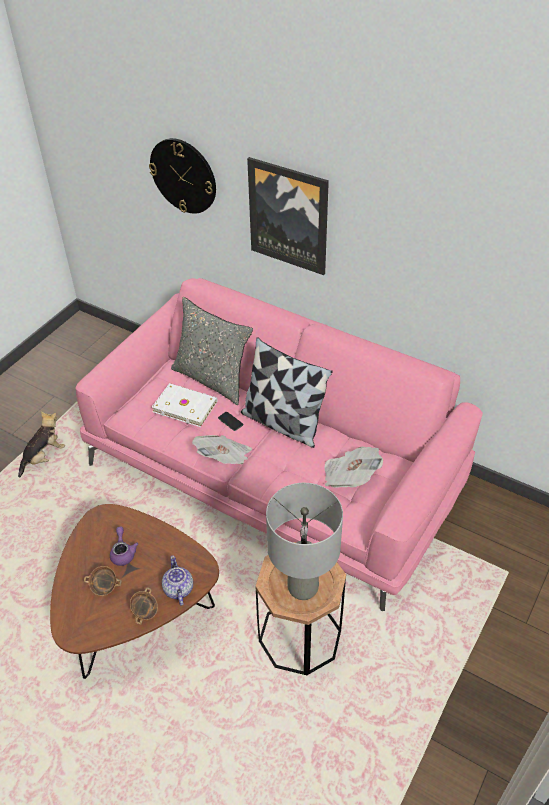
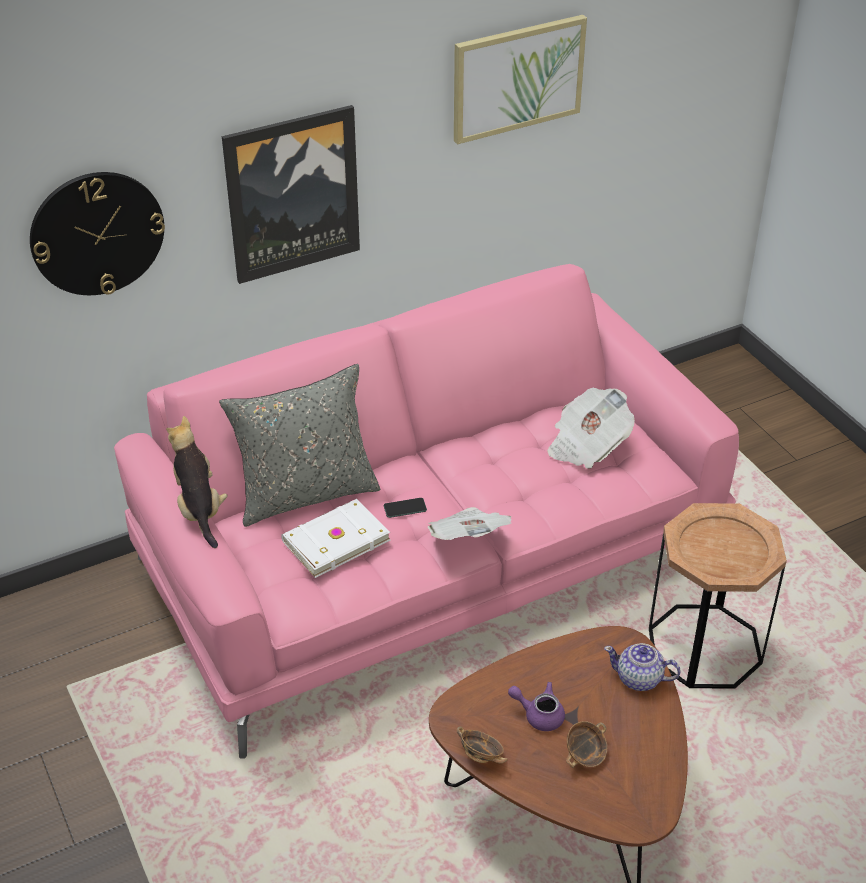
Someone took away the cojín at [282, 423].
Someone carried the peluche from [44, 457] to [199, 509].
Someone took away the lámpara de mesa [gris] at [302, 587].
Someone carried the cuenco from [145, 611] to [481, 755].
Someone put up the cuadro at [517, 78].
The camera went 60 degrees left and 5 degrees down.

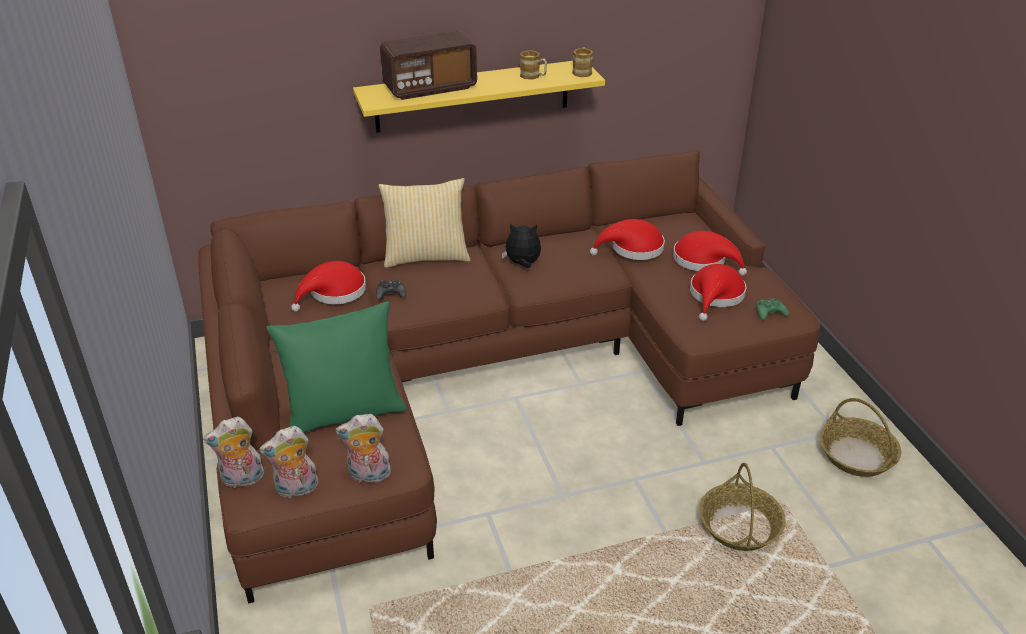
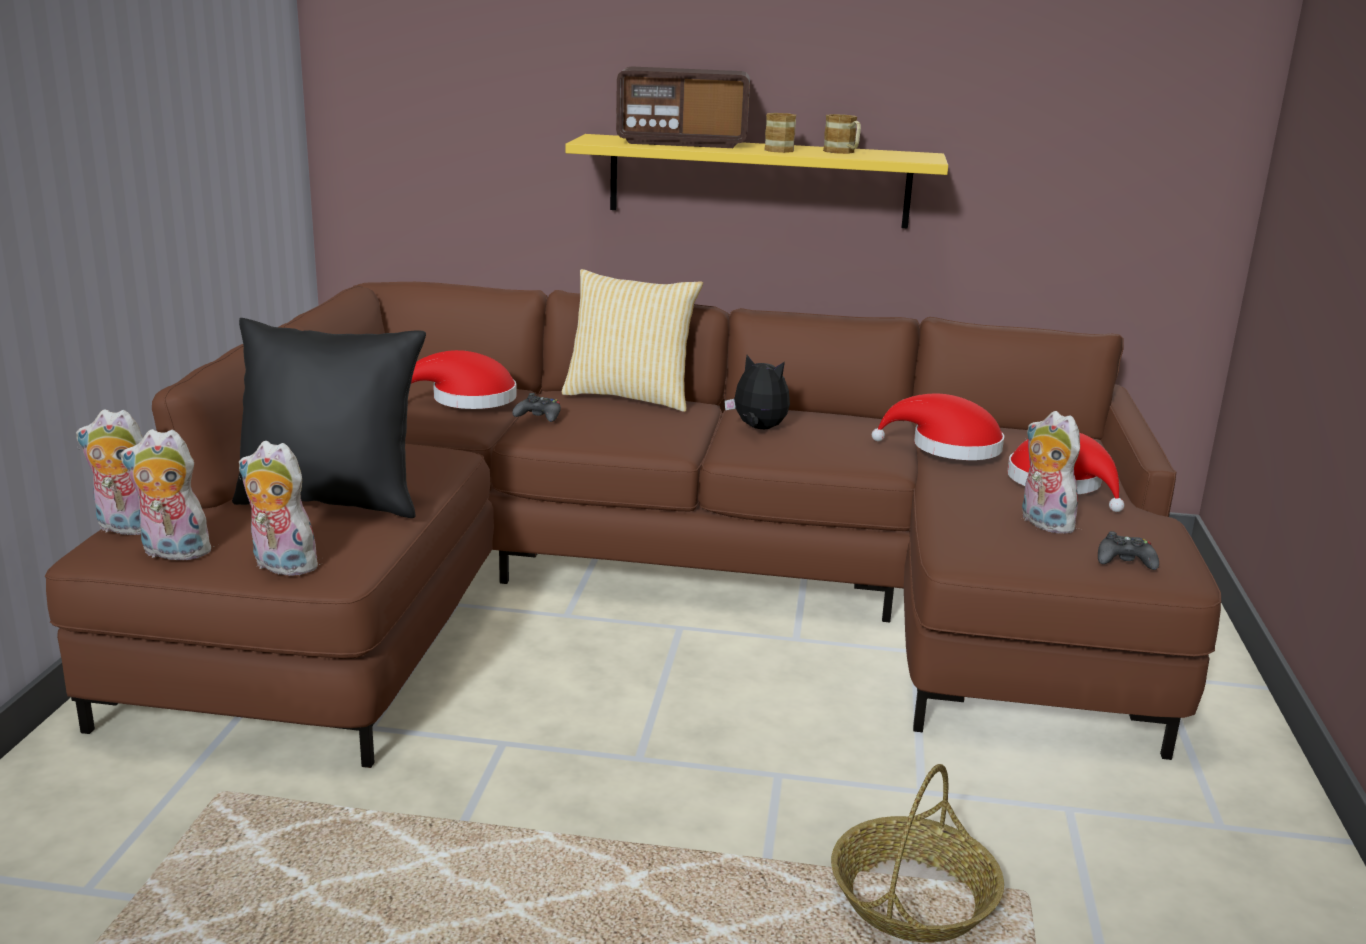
Someone carried the taza grande from [582, 71] to [782, 149].
Someone swapped the sombrero [rojo] at [715, 296] for the peluche at [1042, 523].
Someone repainted the mando de consola [verde] at [770, 313], which became the mando de consola [negro] at [1125, 561].
Someone repainted the cojín [verde] at [345, 413], which became the cojín [negro] at [332, 501].
Someone took away the cesta at [857, 456].
The camera went 25 degrees right and 15 degrees down.

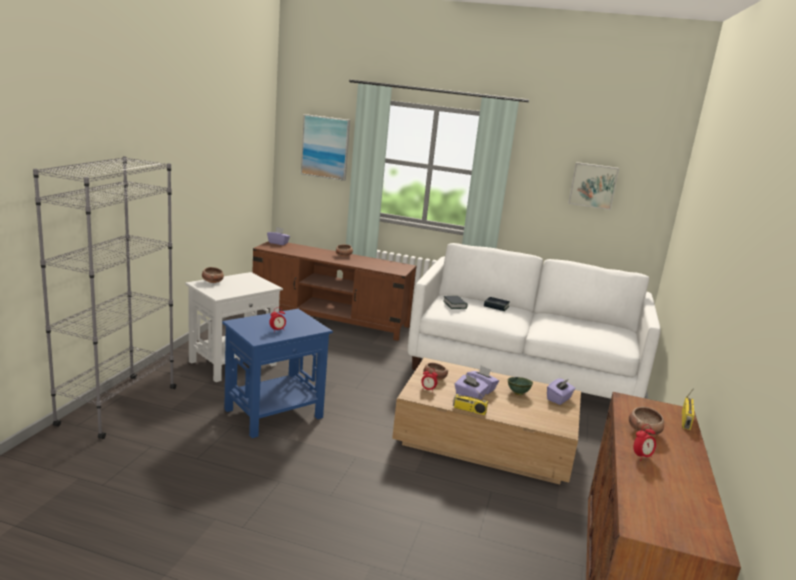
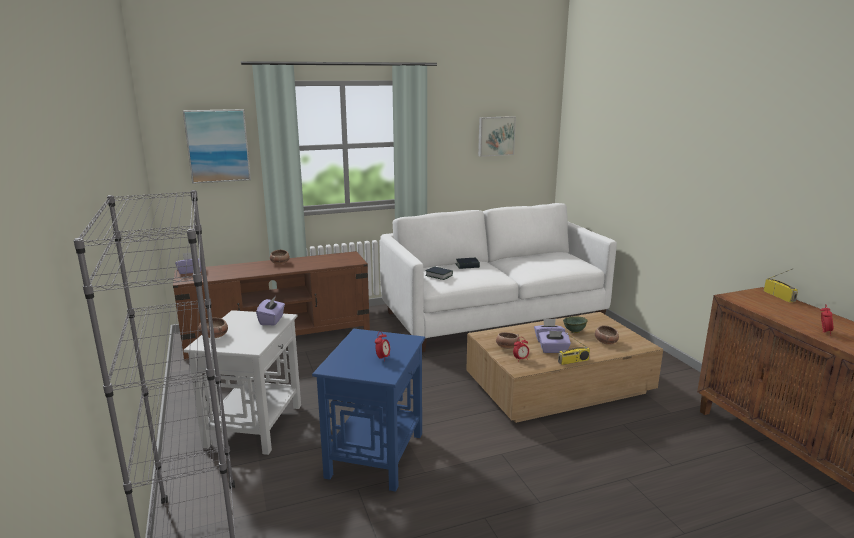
Someone carried the caja de pañuelos [morado] from [559, 399] to [272, 320].
Someone carried the cuenco from [644, 431] to [605, 342].
The camera went 35 degrees left and 0 degrees up.

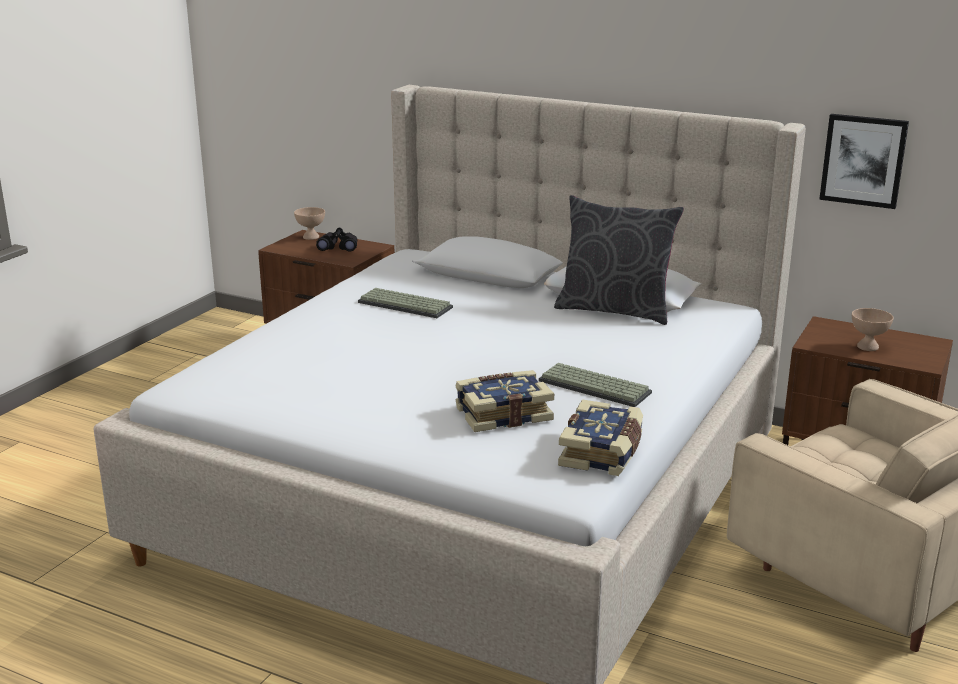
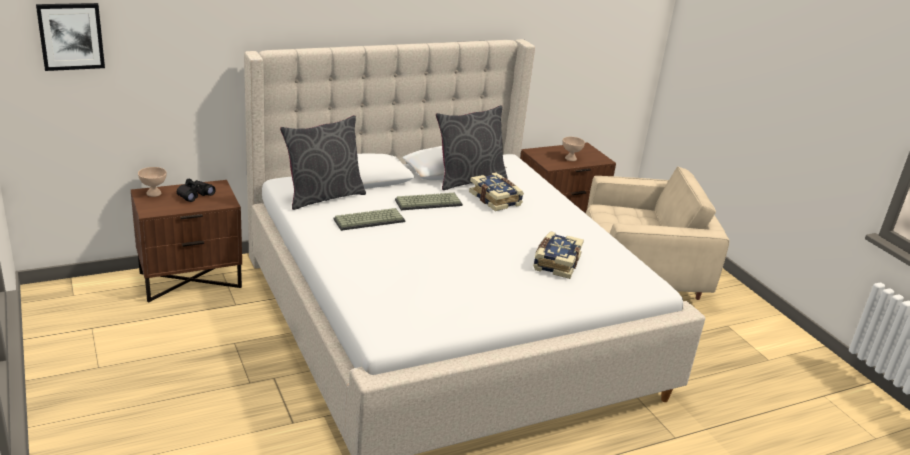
Someone carried the cuadro from [863, 160] to [71, 36].
Someone carried the teclado from [596, 386] to [429, 202].
Someone carried the libro from [603, 453] to [496, 199].
Someone put down the cojín [gris] at [323, 196].
The camera went 55 degrees left and 5 degrees up.

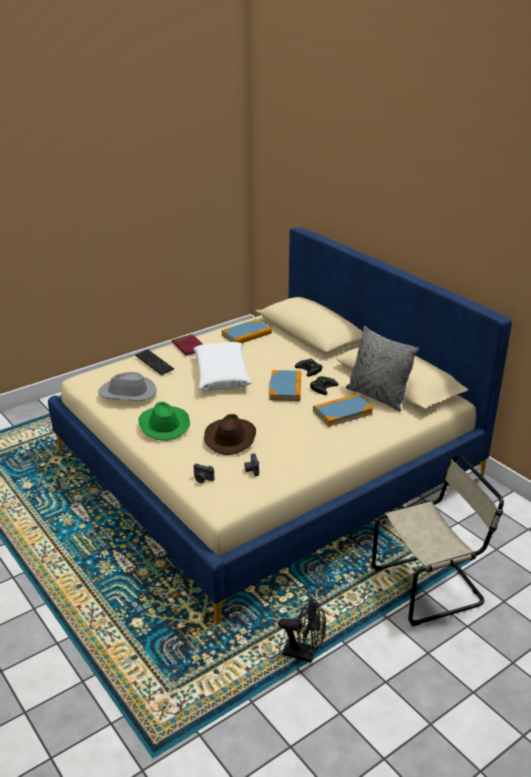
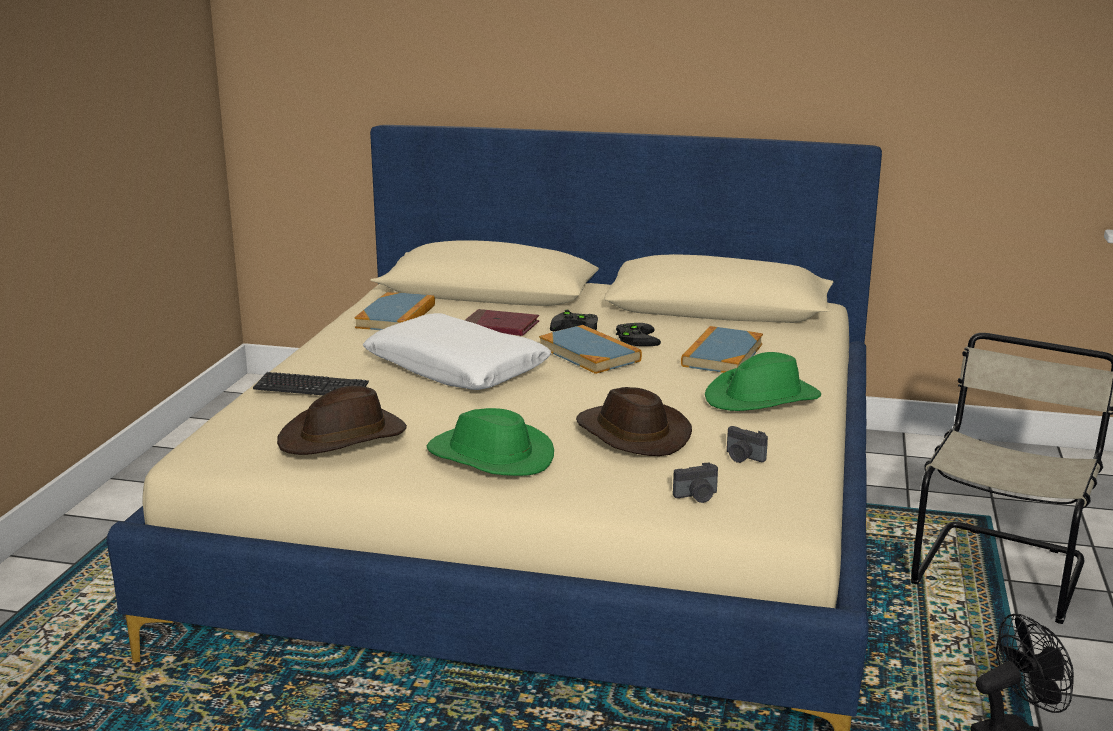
Someone took away the cojín [gris] at [377, 397].
Someone carried the libro [rojo] from [189, 347] to [500, 327].
Someone repainted the sombrero [gris] at [127, 393], which became the sombrero [marrón] at [343, 437].
Someone put down the sombrero [verde] at [762, 398].
The camera went 40 degrees left and 10 degrees down.

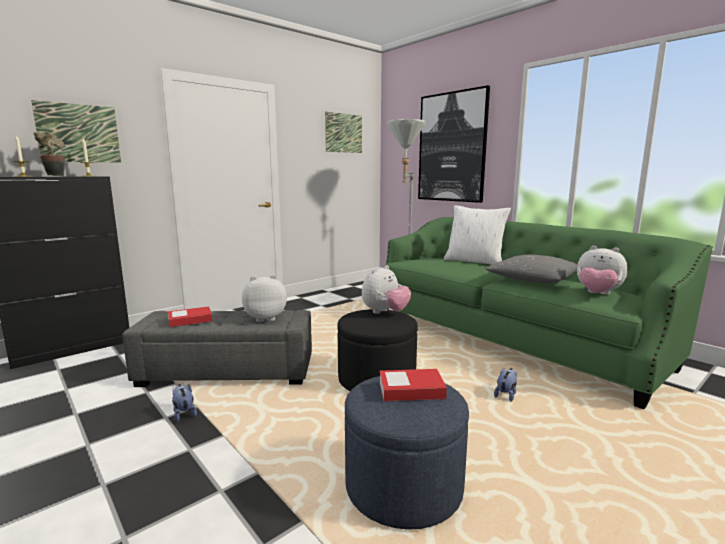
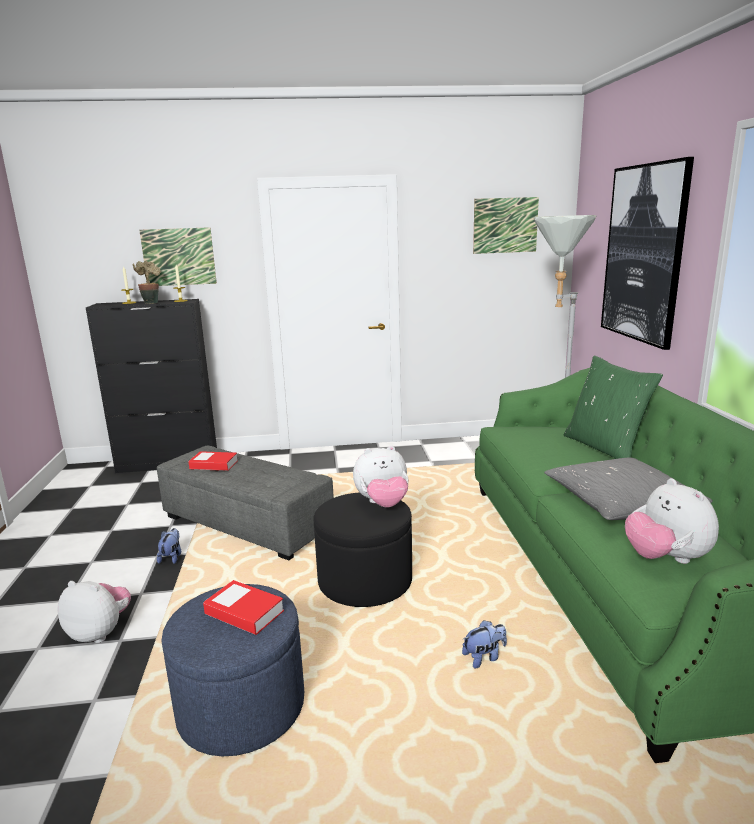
Someone repainted the cojín [blanco] at [474, 261], which became the cojín [verde] at [605, 447].
Someone carried the peluche from [265, 318] to [100, 632].
The camera went 35 degrees right and 5 degrees up.

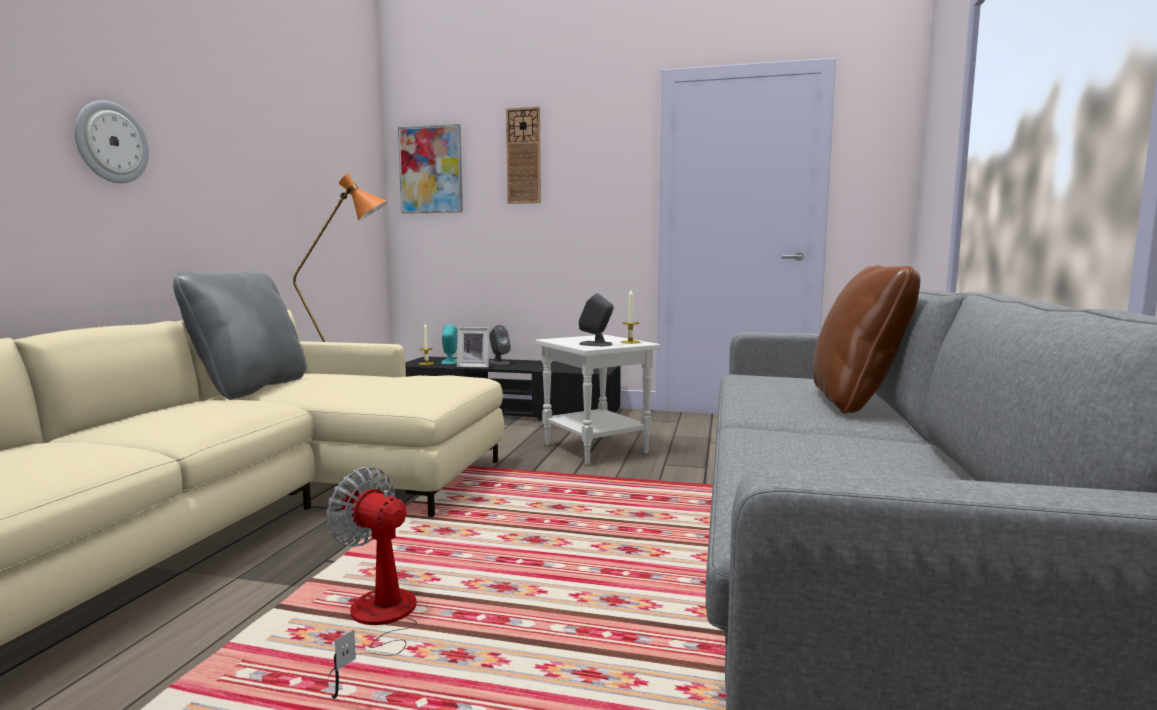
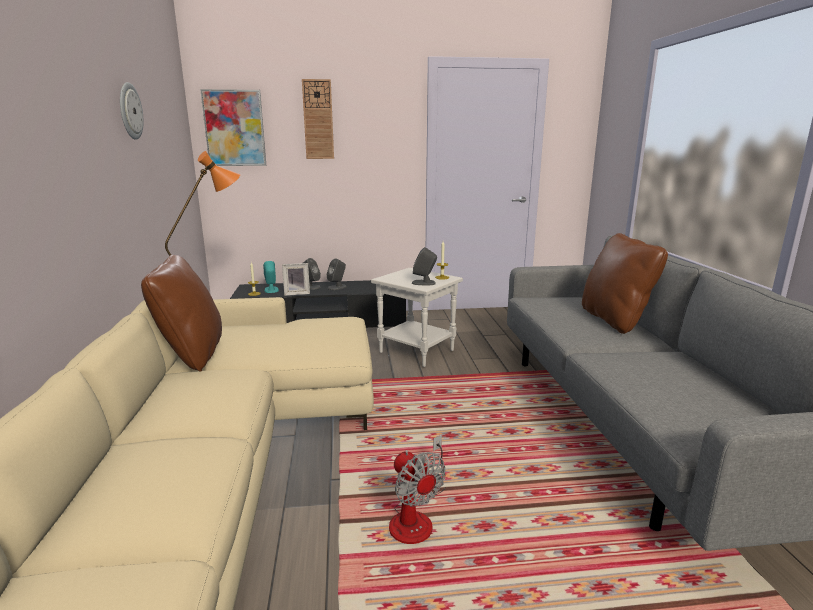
Someone carried the reloj de pared from [111, 142] to [129, 111].
Someone repainted the cojín [gris] at [250, 388], which became the cojín [marrón] at [192, 354].
Someone rotated the ventilador at [378, 624] by 135 degrees counterclockwise.
Someone put down the altavoz [gris] at [337, 287].
The camera went 20 degrees left and 10 degrees up.

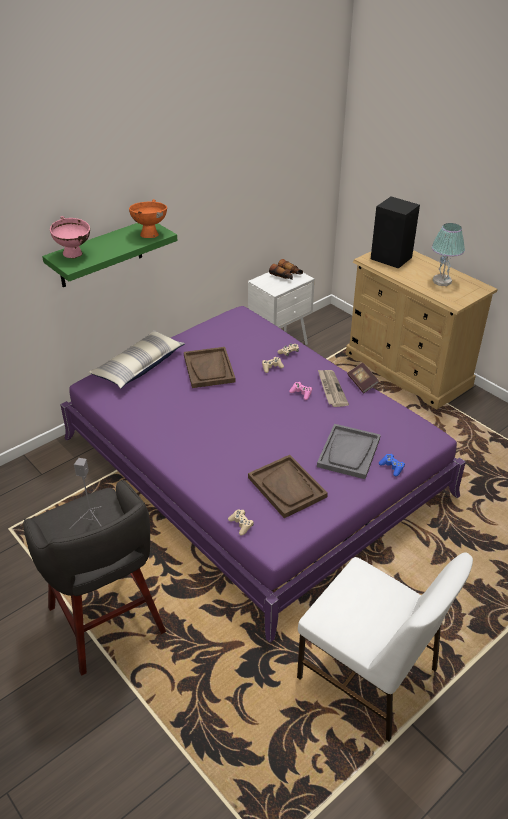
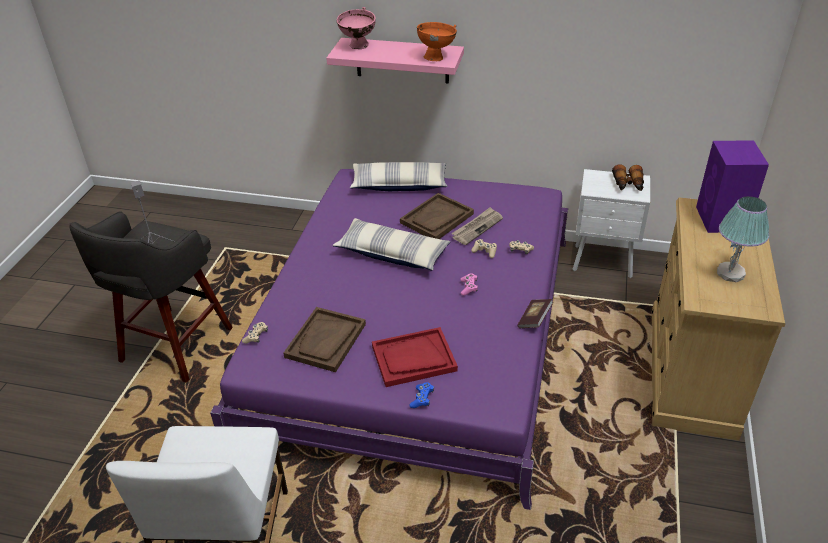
Someone repainted the altavoz [negro] at [392, 258], which became the altavoz [morado] at [721, 220].
Someone repainted the estante [verde] at [100, 254], which became the estante [rosa] at [402, 60].
Someone carried the periódico from [331, 389] to [477, 227].
Someone repainted the bandeja [gris] at [349, 453], which became the bandeja [rojo] at [413, 358].
Someone put down the cojín at [392, 253].
The camera went 55 degrees right and 0 degrees up.

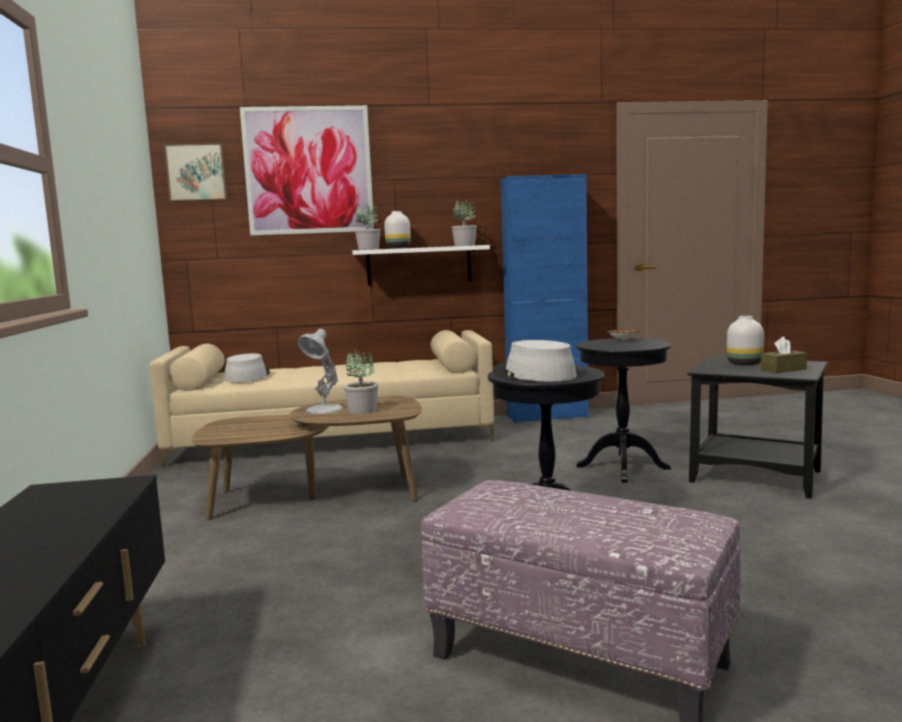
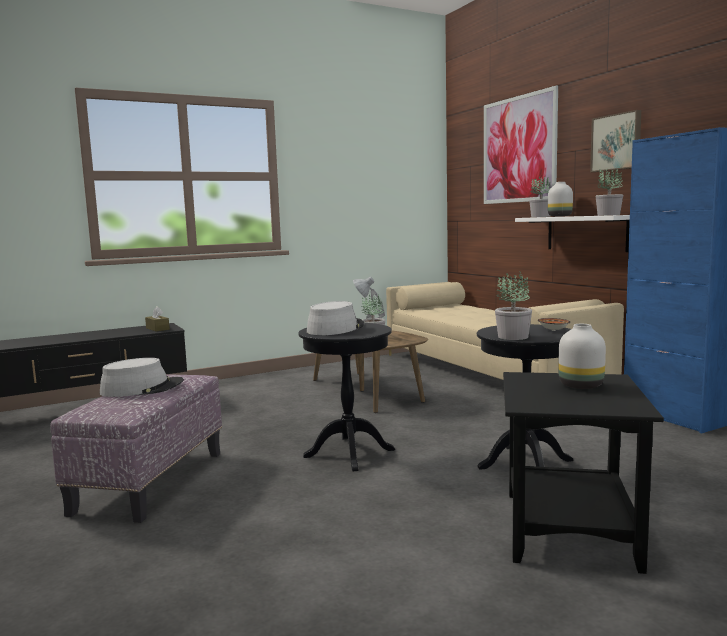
Someone carried the cuadro from [196, 172] to [617, 142].
Someone carried the caja de pañuelos [marrón] from [783, 369] to [157, 329].
Someone carried the sombrero [gris] from [247, 376] to [142, 388].
Someone put down the planta en maceta at [512, 337].
The camera went 70 degrees right and 0 degrees up.

